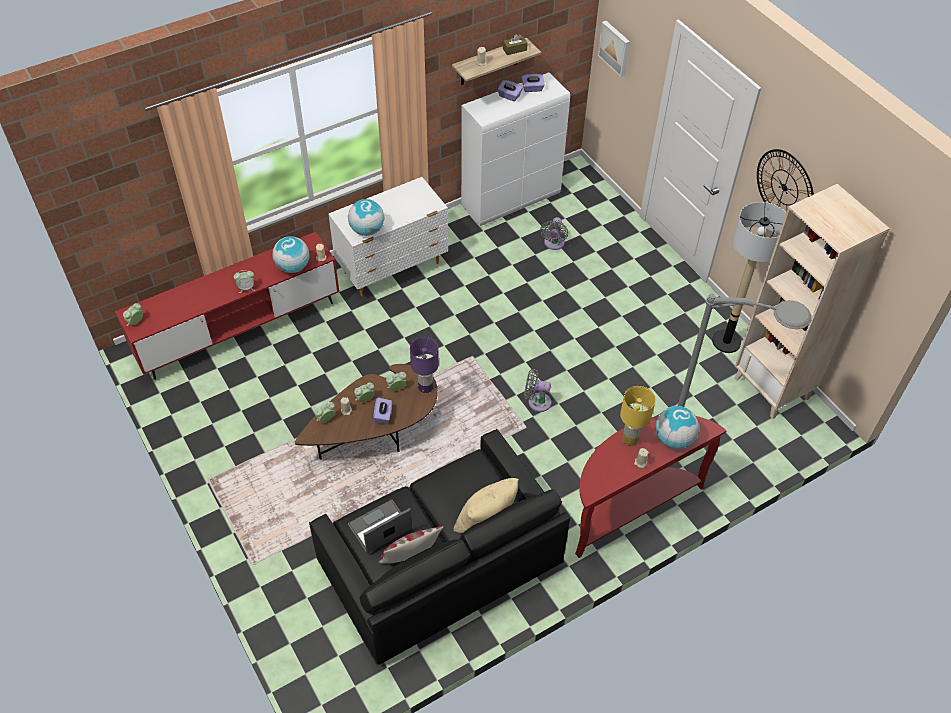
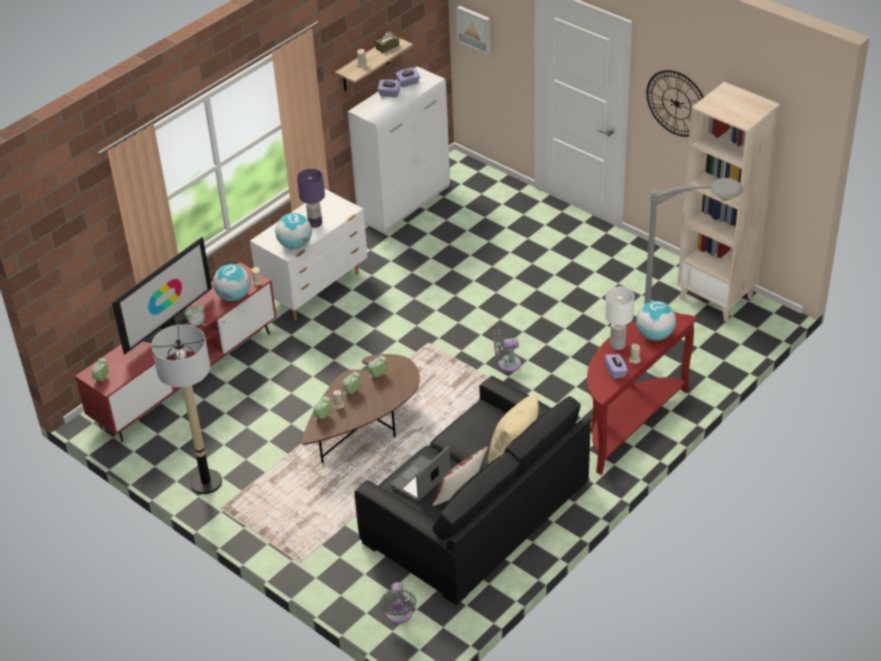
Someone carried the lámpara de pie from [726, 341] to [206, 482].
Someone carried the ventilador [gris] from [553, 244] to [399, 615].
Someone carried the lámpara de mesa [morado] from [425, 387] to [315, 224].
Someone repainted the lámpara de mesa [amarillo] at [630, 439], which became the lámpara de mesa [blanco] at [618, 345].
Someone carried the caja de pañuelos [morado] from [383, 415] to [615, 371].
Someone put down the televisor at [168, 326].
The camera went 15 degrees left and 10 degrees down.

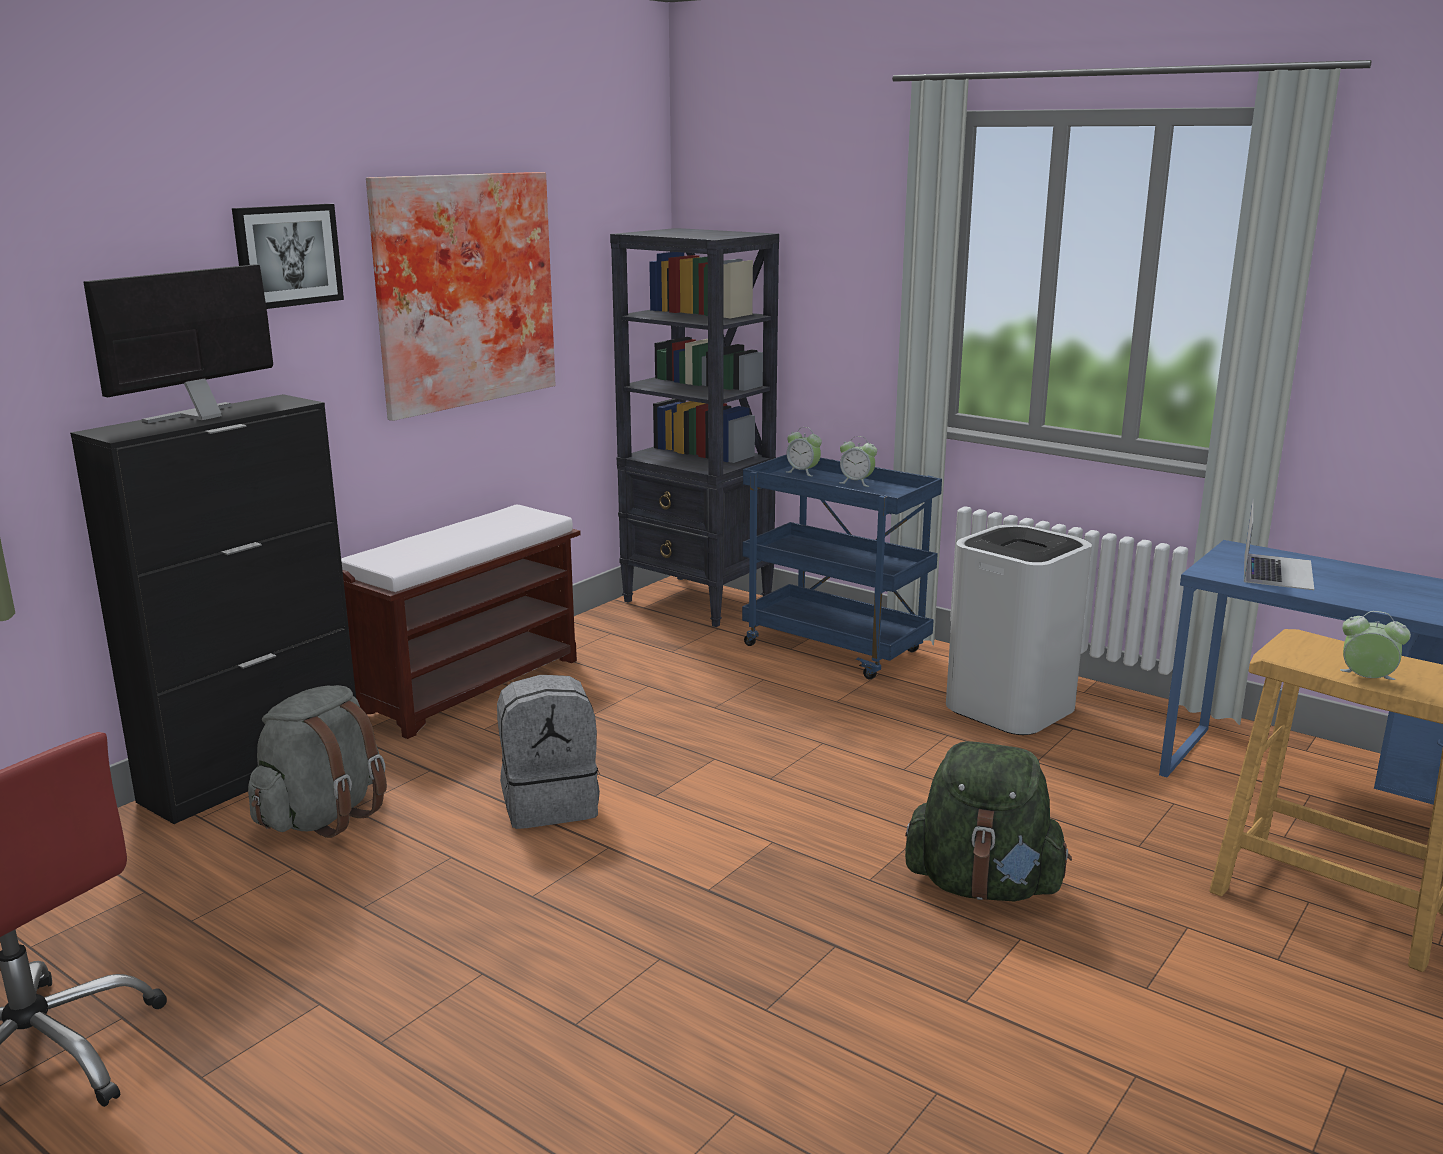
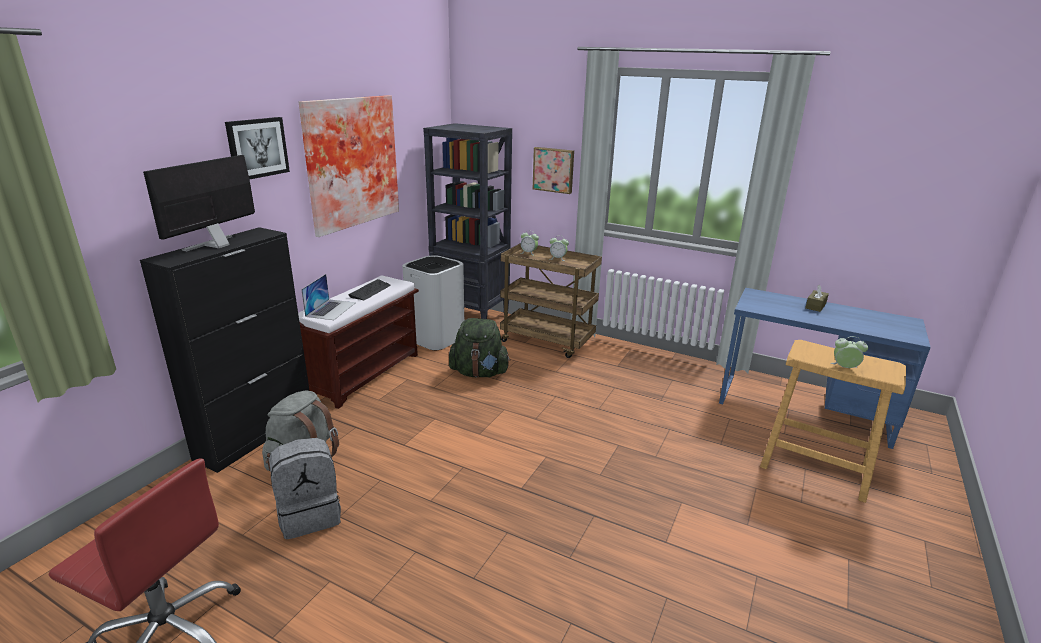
Someone repainted the carrito [azul] at [837, 649], which became the carrito [marrón] at [548, 341].
Someone carried the portátil from [1277, 571] to [331, 309].
Someone carried the papelera [blanco] from [1011, 707] to [436, 337].
Someone carried the mochila [gris] from [550, 803] to [310, 514].
Someone carried the mochila [verde] from [983, 886] to [479, 373].
Someone put up the cuadro at [553, 170].
Someone put down the teclado at [370, 291].
Someone put down the caja de pañuelos [marrón] at [815, 306].
The camera went 10 degrees left and 5 degrees up.

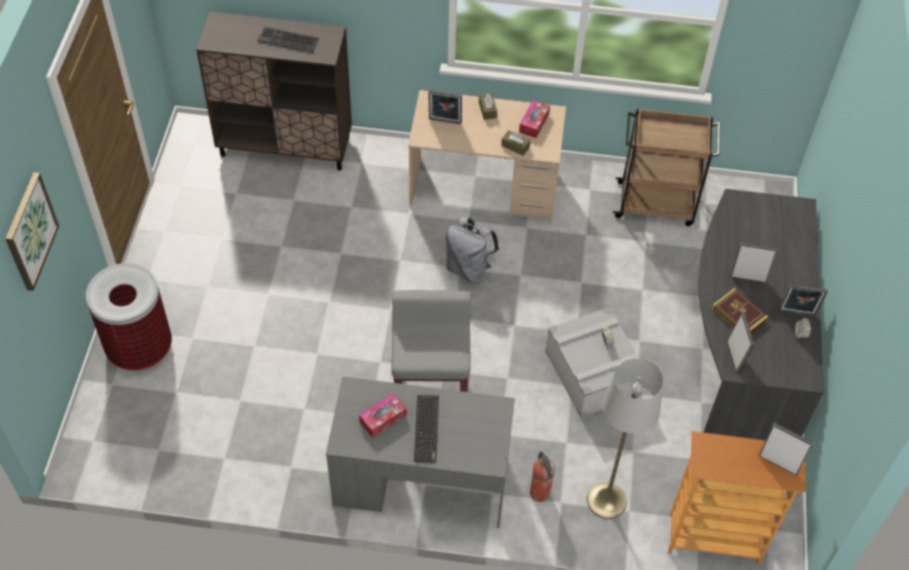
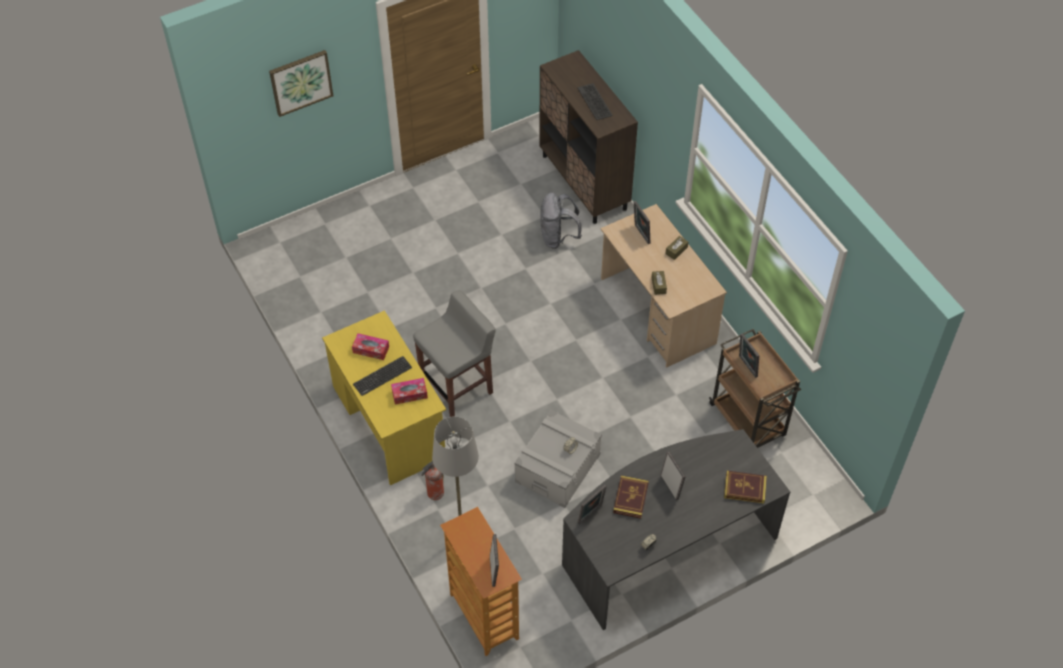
Someone carried the caja de pañuelos from [534, 123] to [409, 394].
Someone carried the mochila [gris] from [469, 268] to [558, 237].
Someone took away the papelera at [140, 348].
Someone carried the portarretratos from [796, 314] to [746, 367].
Someone repainted the escritorio [gris] at [421, 481], which became the escritorio [amarillo] at [389, 422].
Someone put down the libro at [745, 488].
The camera went 55 degrees right and 0 degrees up.

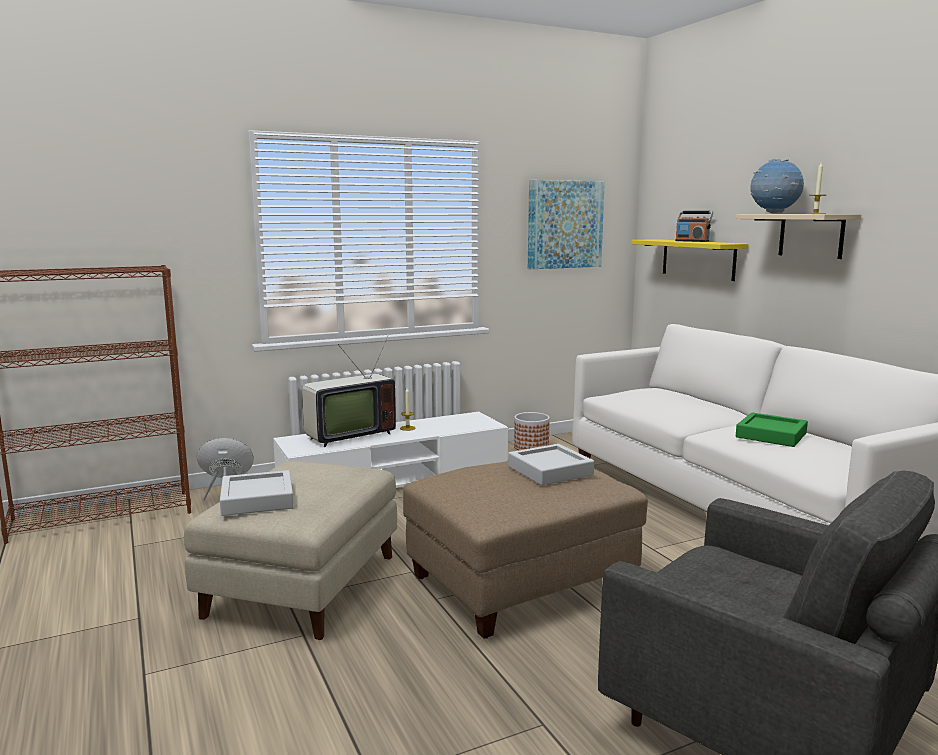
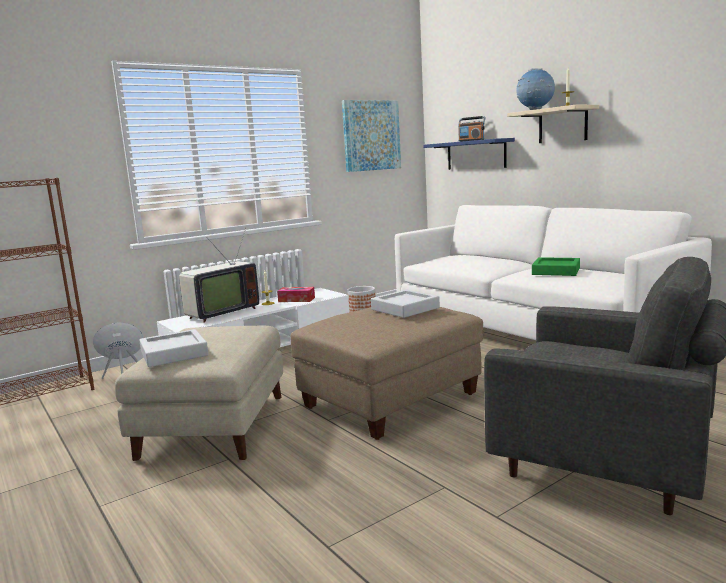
Someone repainted the estante [amarillo] at [698, 259], which became the estante [azul] at [476, 154].
Someone put down the caja de pañuelos at [296, 299].
The camera went 10 degrees left and 0 degrees up.

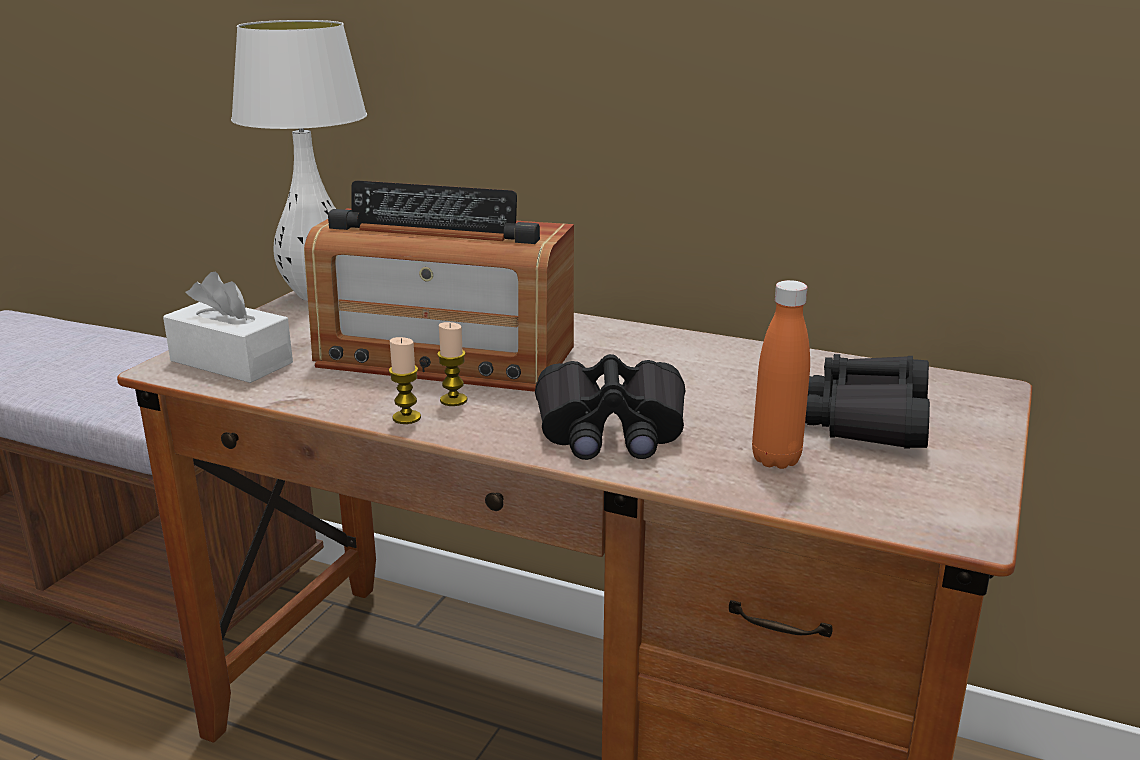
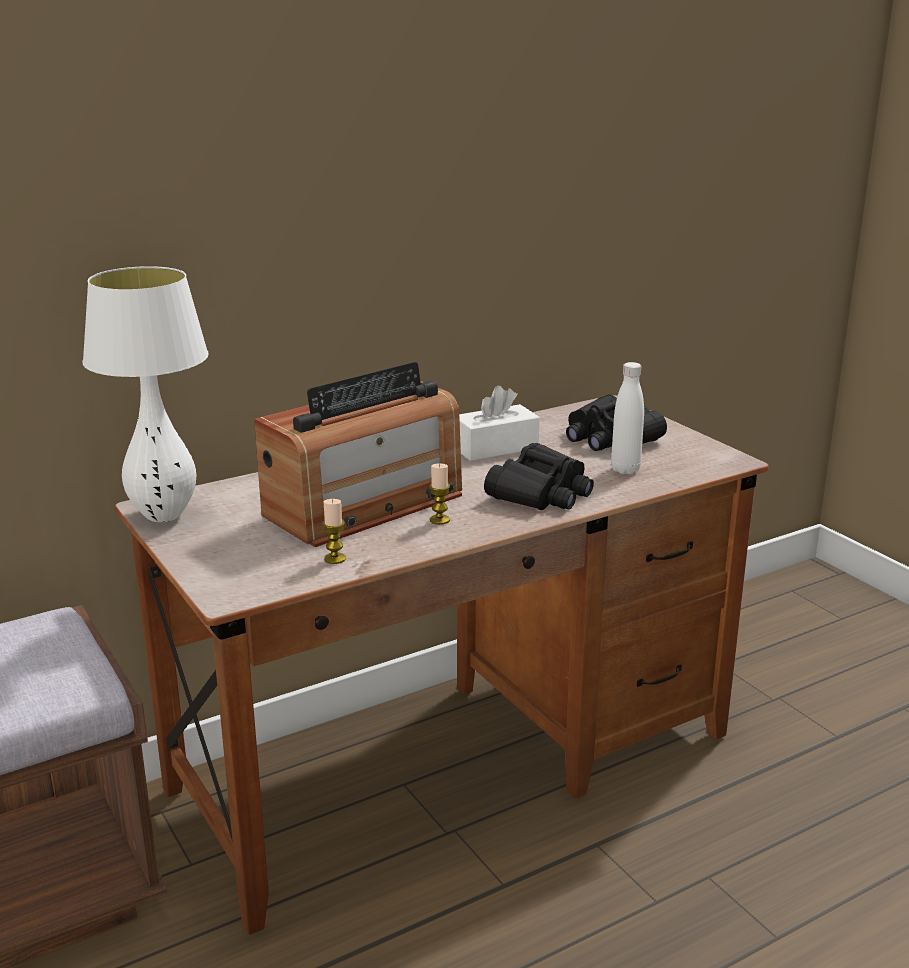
Someone carried the caja de pañuelos [blanco] from [231, 362] to [495, 448].
Someone repainted the botella [naranja] at [776, 459], which became the botella [blanco] at [625, 469].
Someone carried the vela from [406, 418] to [335, 559].
The camera went 55 degrees left and 0 degrees up.

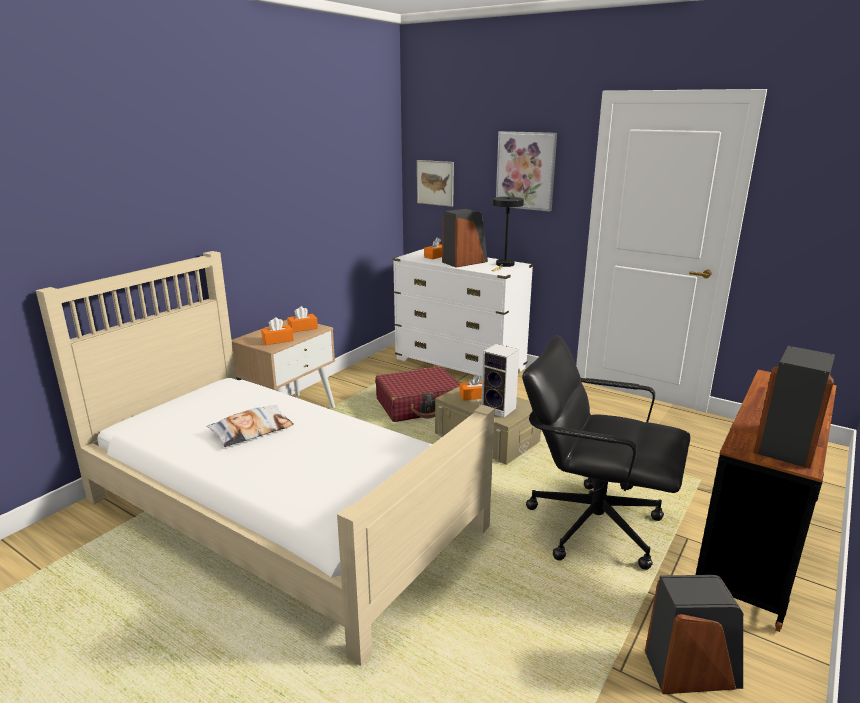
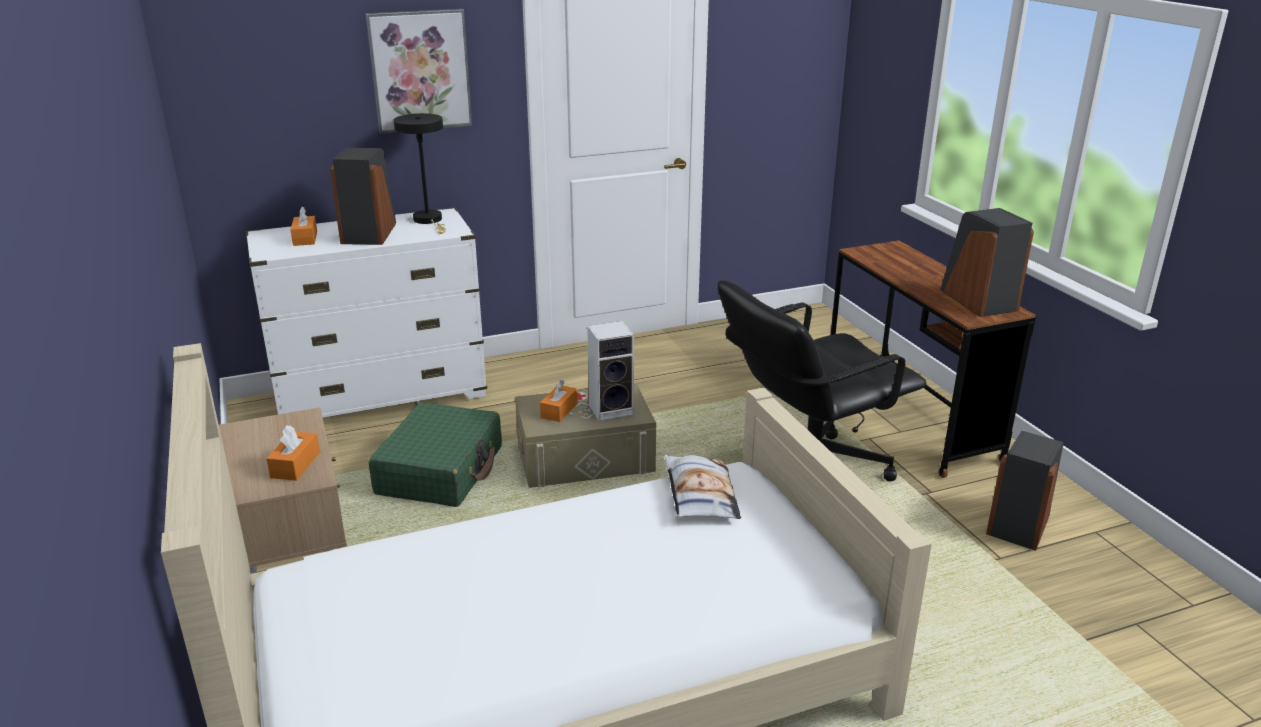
Someone took away the cuadro at [435, 183].
Someone took away the caja de pañuelos [naranja] at [302, 328].
Someone repainted the maleta [rojo] at [419, 405], which became the maleta [verde] at [441, 470].
Someone carried the cojín from [252, 431] to [699, 494].
The camera went 55 degrees left and 5 degrees up.

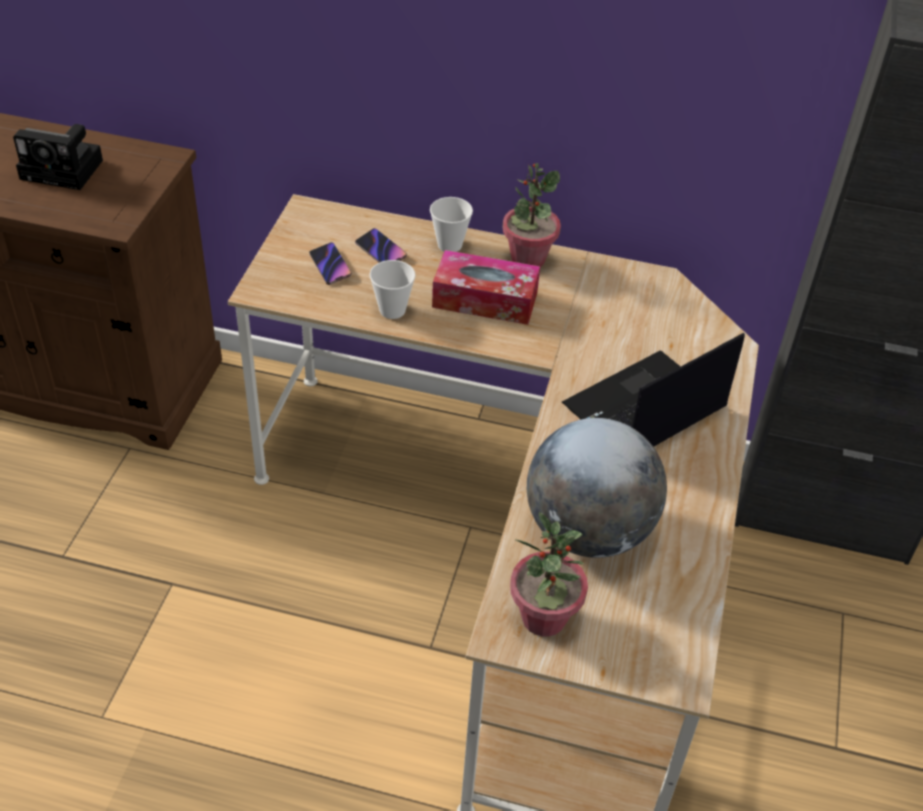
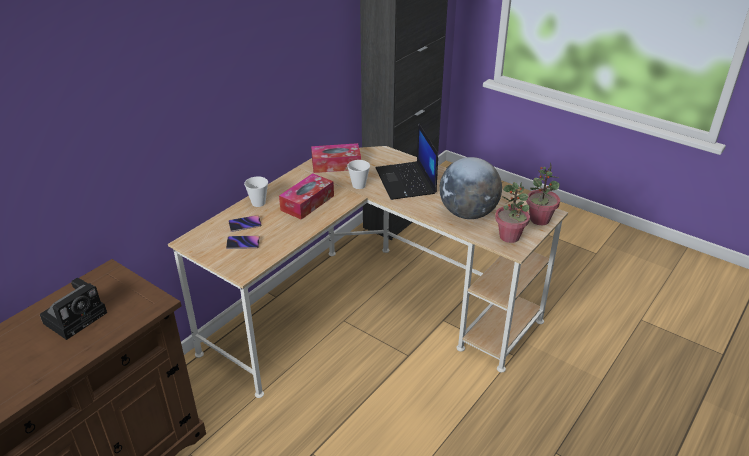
Someone carried the planta en maceta from [527, 259] to [539, 220].
Someone carried the taza from [392, 310] to [359, 185].
Someone put down the caja de pañuelos at [336, 165].
The camera went 65 degrees left and 10 degrees down.

